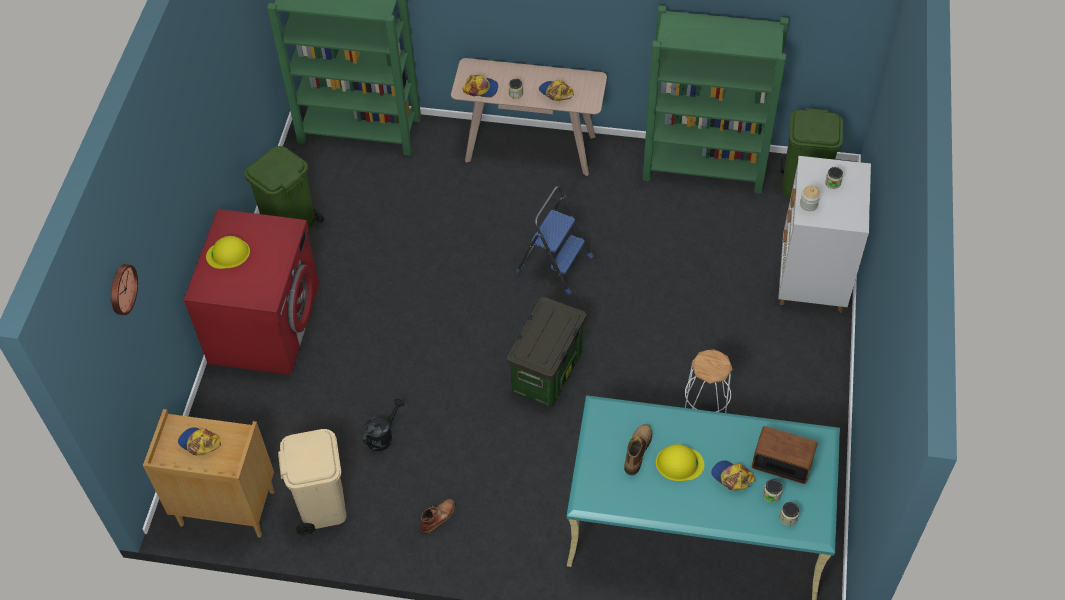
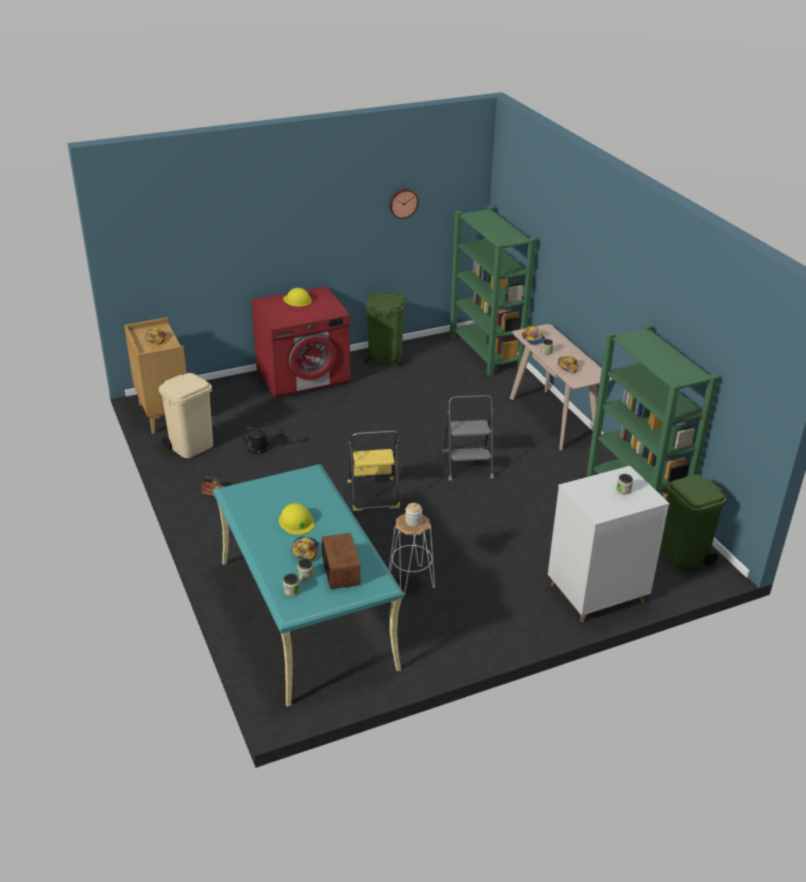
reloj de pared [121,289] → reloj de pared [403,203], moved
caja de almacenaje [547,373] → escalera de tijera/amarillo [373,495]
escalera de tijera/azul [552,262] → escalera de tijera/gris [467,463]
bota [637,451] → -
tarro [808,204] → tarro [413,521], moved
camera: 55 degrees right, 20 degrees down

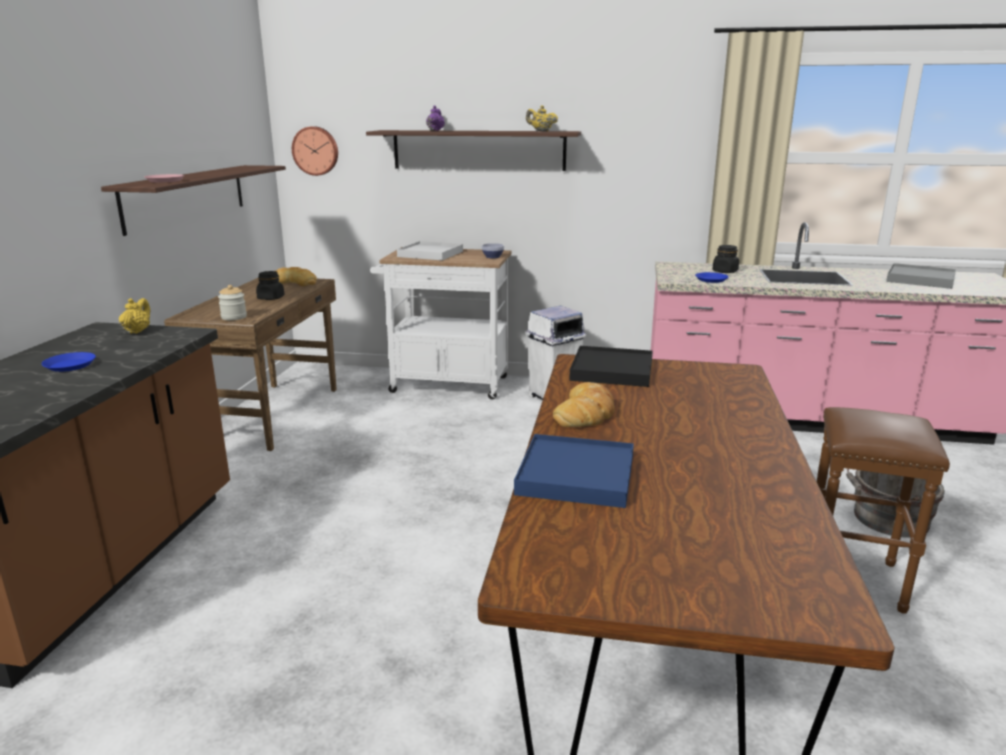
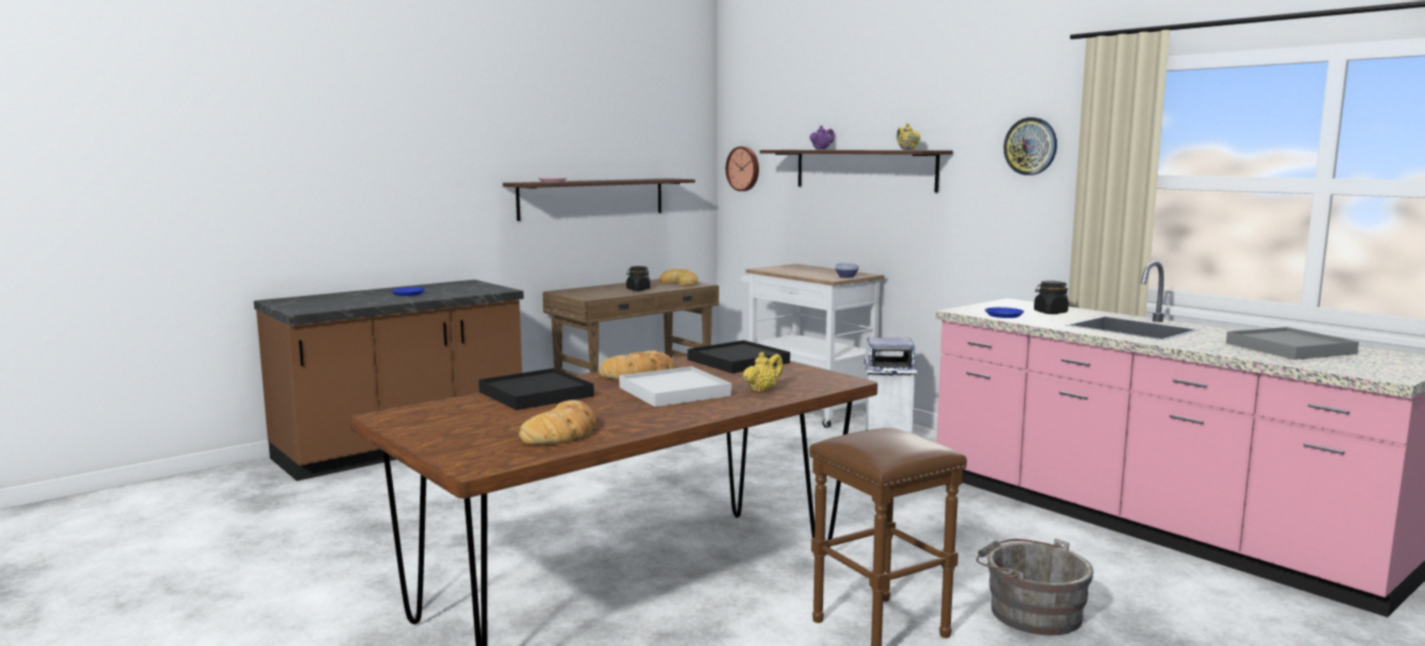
tetera/amarillo [137,331] → tetera/amarillo [762,390], moved
tarro [234,317] → -
bandeja/blanco [430,254] → bandeja/blanco [674,392], moved
bandeja/azul [576,475] → bandeja/negro [536,394]
- → pan [563,433]
- → reloj de pared [1030,146]
camera: 40 degrees right, 10 degrees down

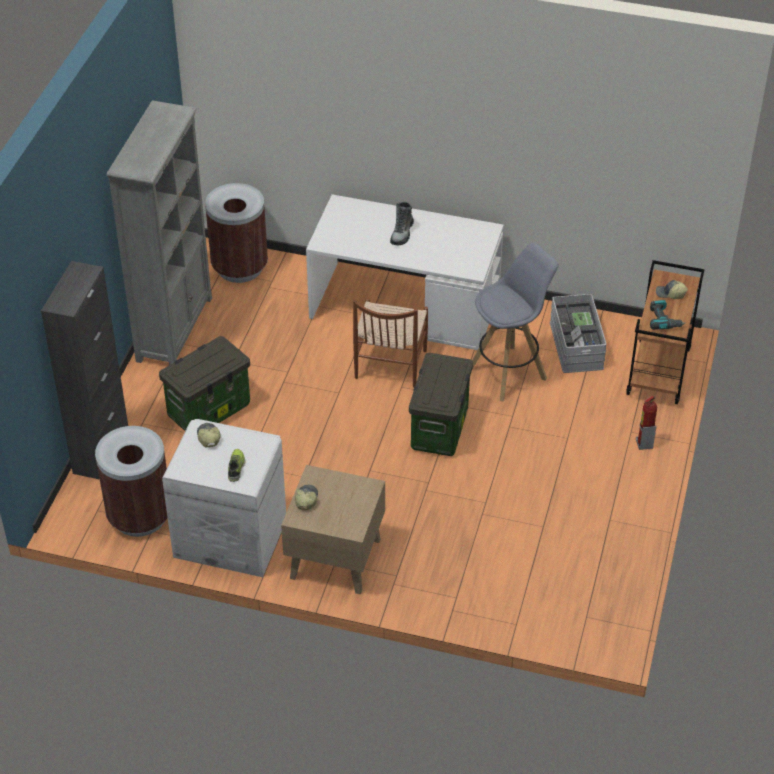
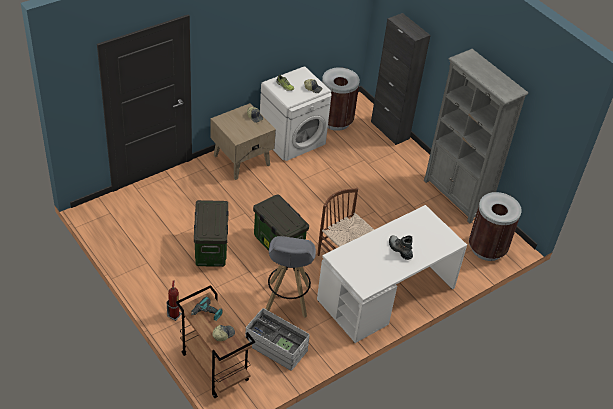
caja de almacenaje [209,410] → caja de almacenaje [211,249], moved
camera: 125 degrees right, 0 degrees up

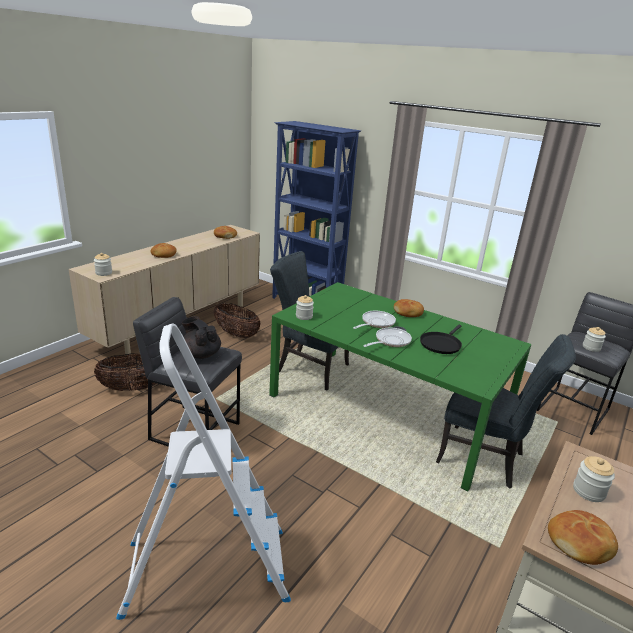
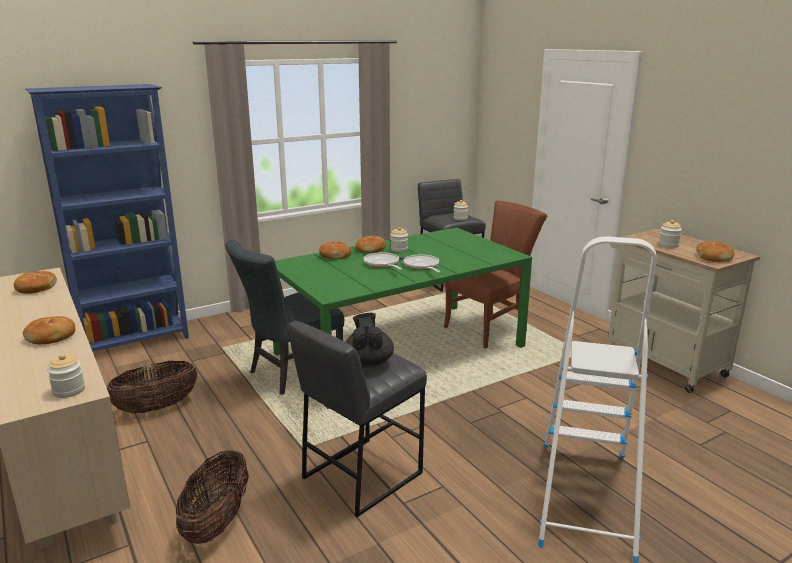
tetera/negro [201,354] → tetera/negro [368,362], 105 degrees clockwise
tarro [304,316] → tarro [399,249], moved
sartén/negro [441,344] → -
silla/gris [486,459] → silla/marrón [490,328]
- → pan [335,255]
camera: 65 degrees left, 5 degrees down

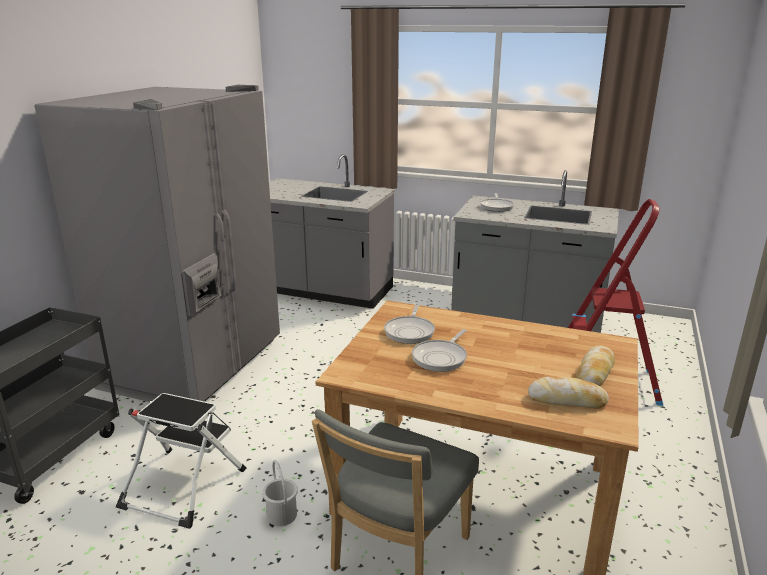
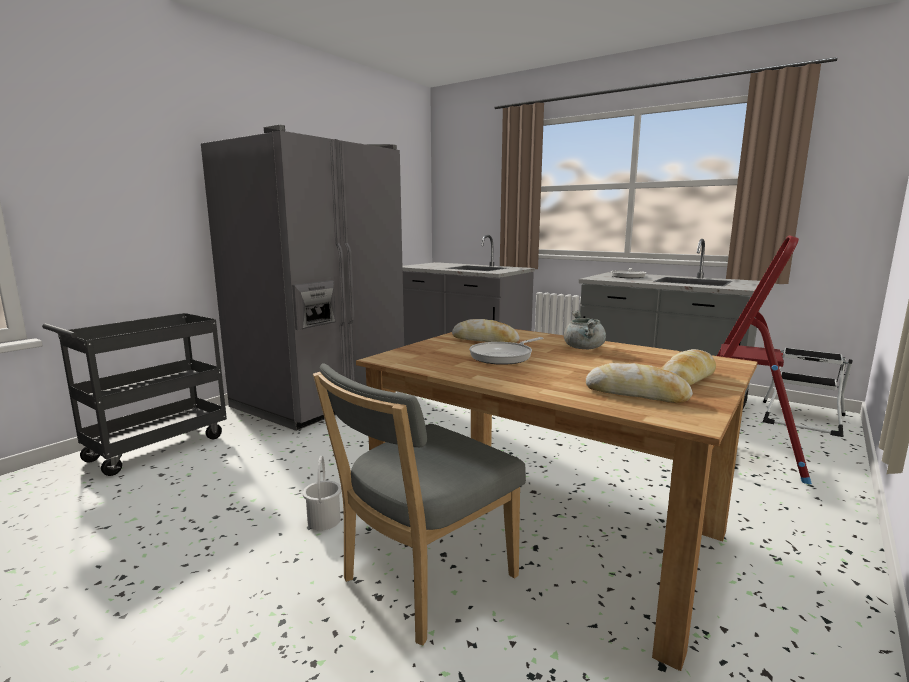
escalera de tijera [183,484] → escalera de tijera [802,417], moved
sartén [410,331] → pan [485,340]
- → olla/gris [584,348]
camera: 15 degrees right, 10 degrees down

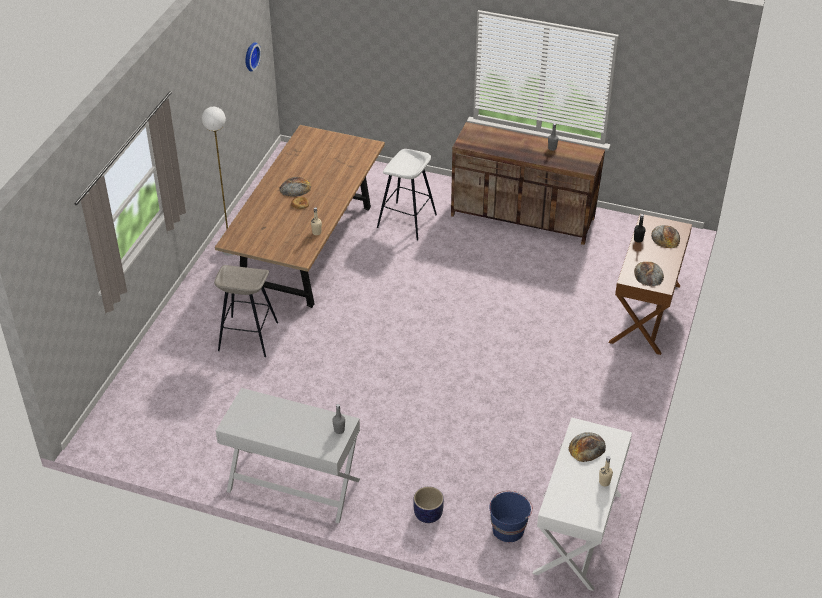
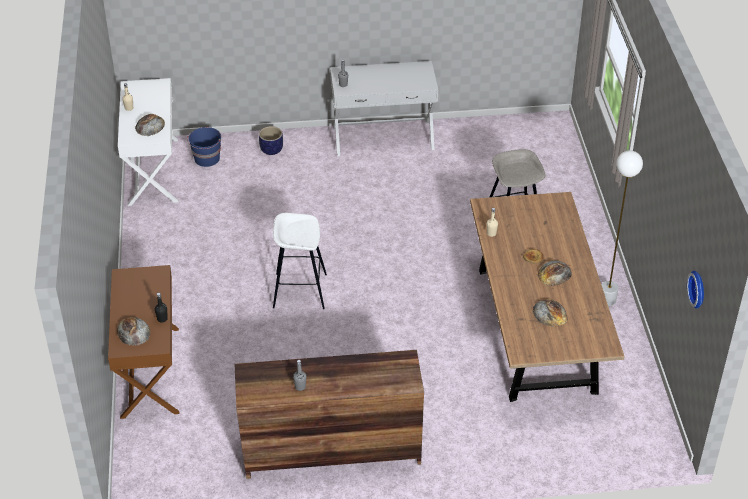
taburete/blanco [407,221] → taburete/blanco [299,290], moved
pan [648,274] → pan [550,313], moved
camera: 155 degrees right, 0 degrees up

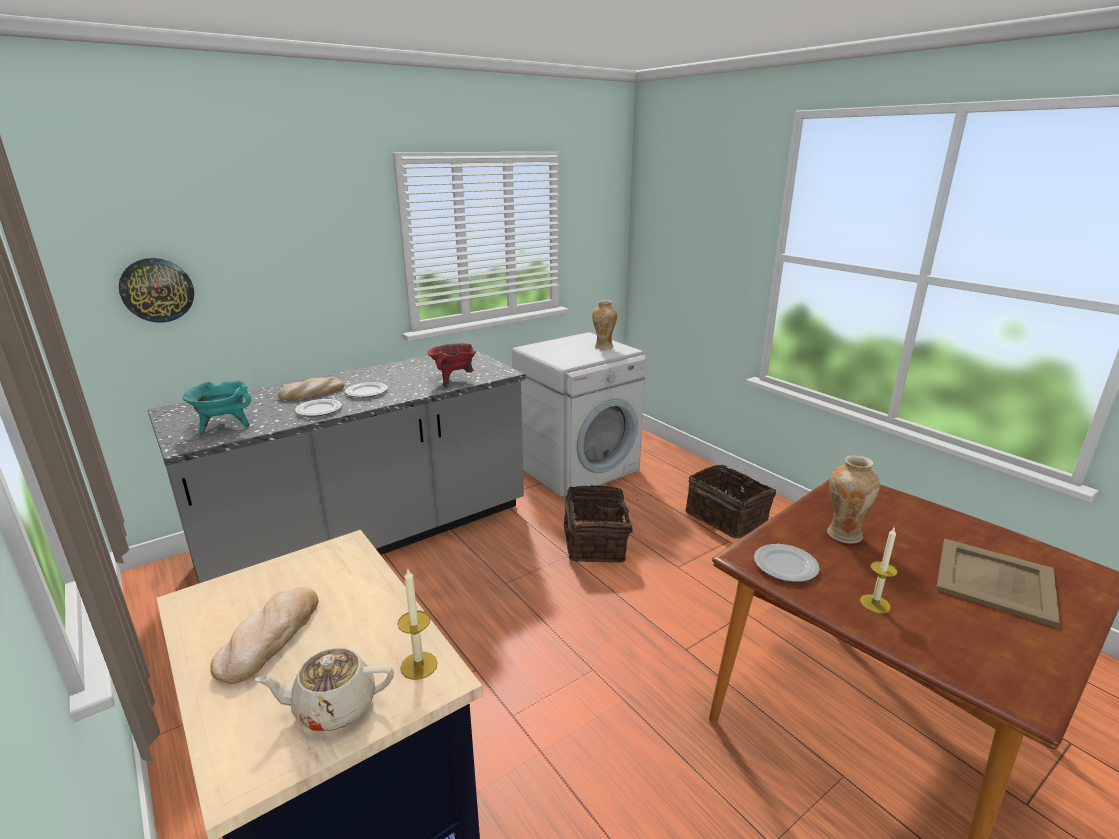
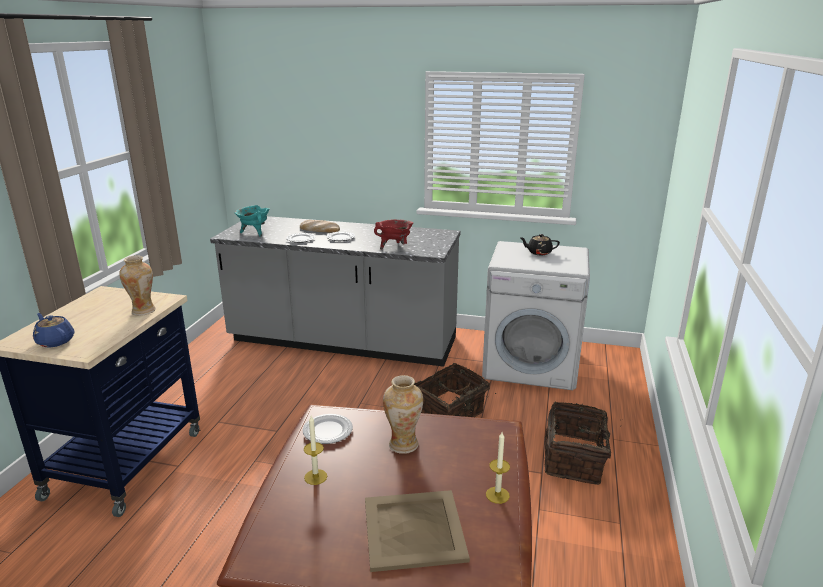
reloj de pared [157,290] → -
pan [270,636] → -
tetera/beis [333,707] → tetera/azul [55,341]
vela [419,665] → vela [497,495], moved
florero [603,347] → florero [143,311], moved
- → tetera/negro [538,252]
camera: 50 degrees right, 0 degrees up

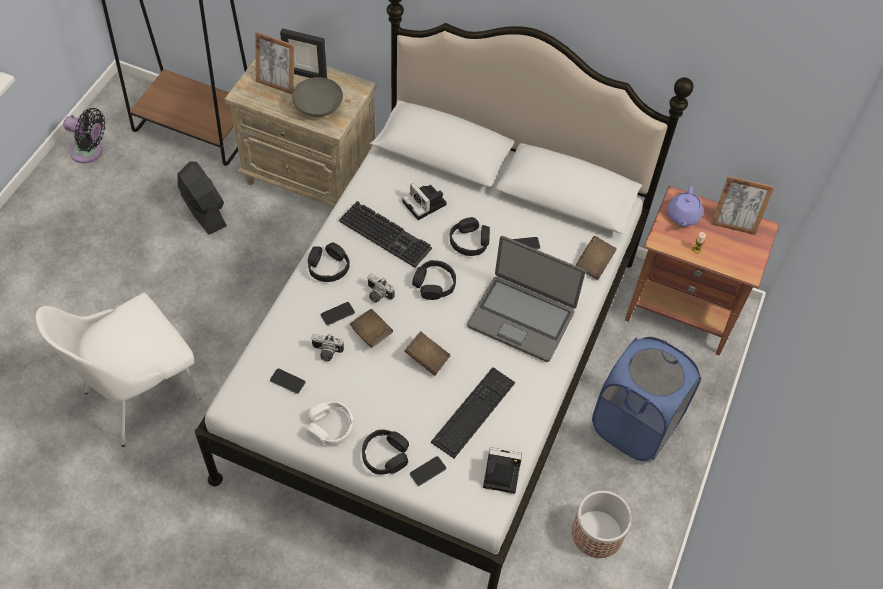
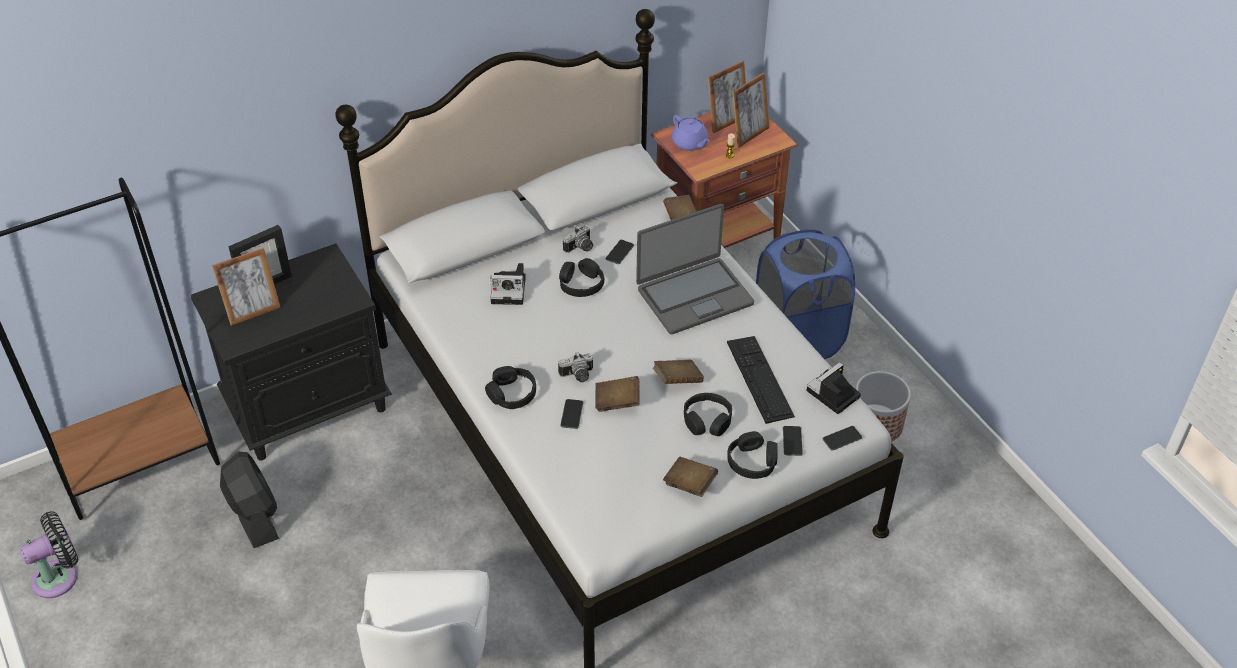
ventilador/negro [203,210] → ventilador/negro [254,515], 60 degrees clockwise
mesita de noche/beis [311,177] → mesita de noche/negro [309,405]
móvil [287,381] → móvil [842,438], moved
cuenco/gris [318,108] → -
auriculares/blanco [330,427] → libro/marrón [690,484]
cámara [326,352] → cámara [580,248], moved
teclado [387,235] → -
auriculares/negro [434,284] → auriculares/negro [707,420], moved
- → portarretratos [749,134]
camera: 50 degrees left, 10 degrees down

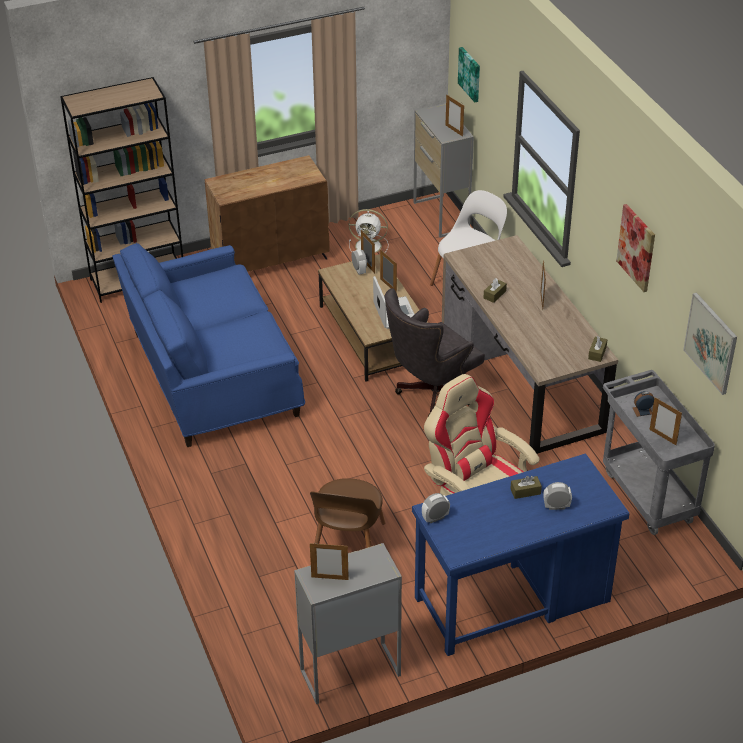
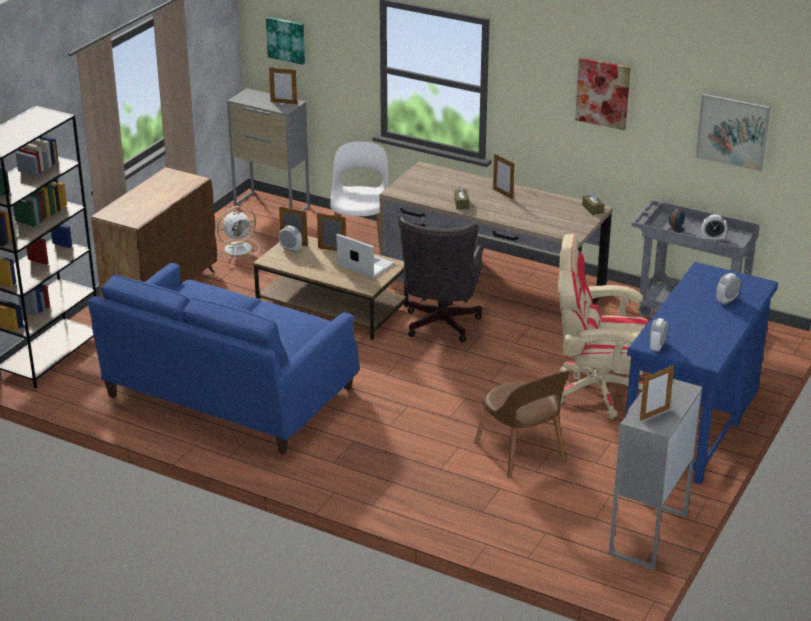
caja de pañuelos/marrón [525,491] → -
portarretratos [662,437] → despertador [712,239]
camera: 40 degrees left, 10 degrees down

